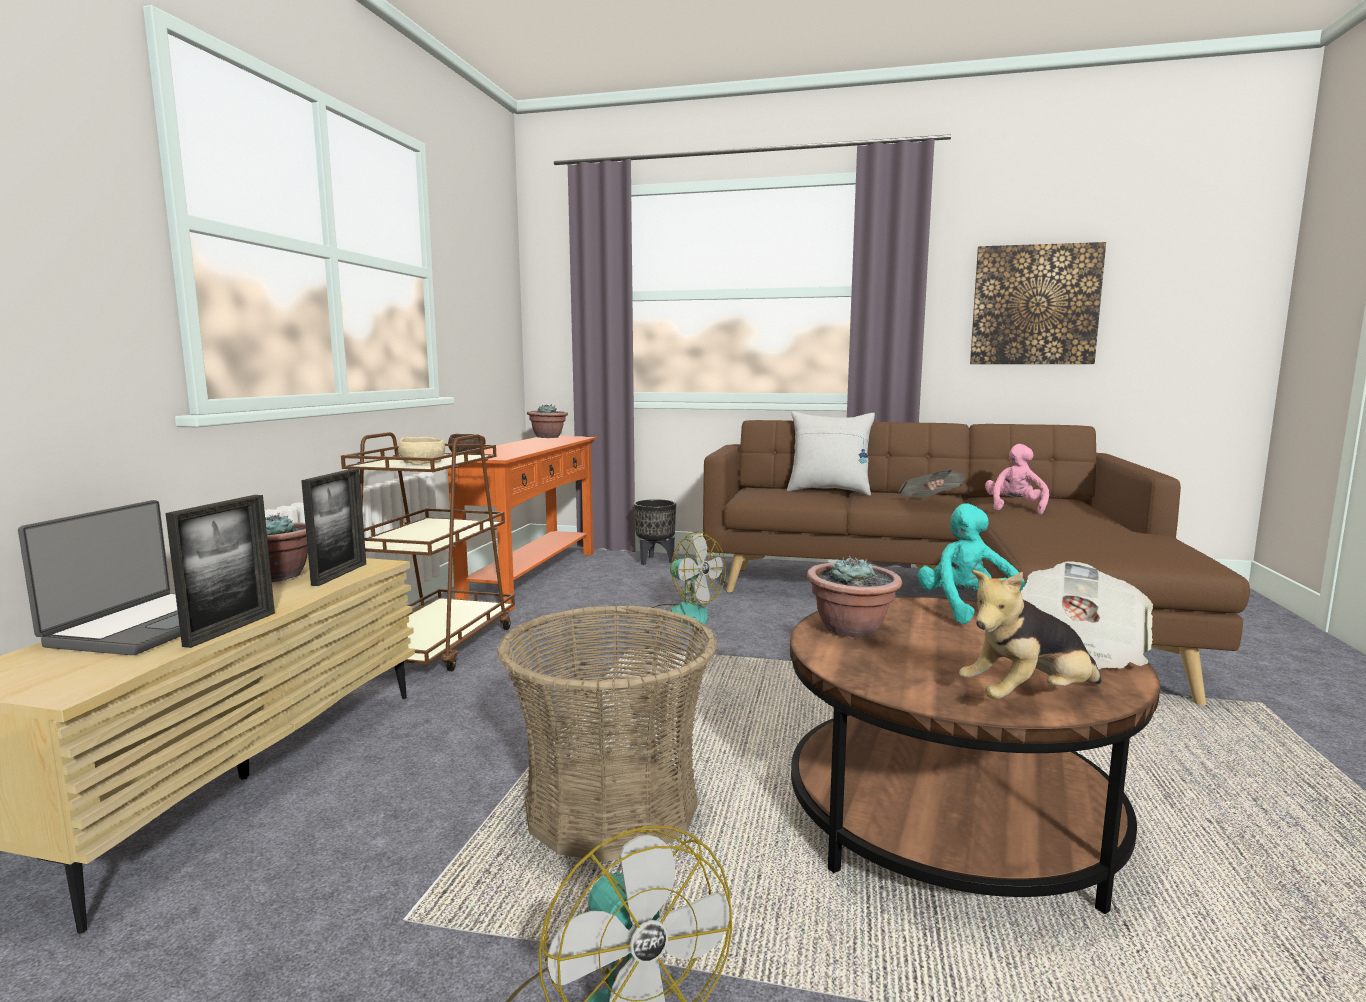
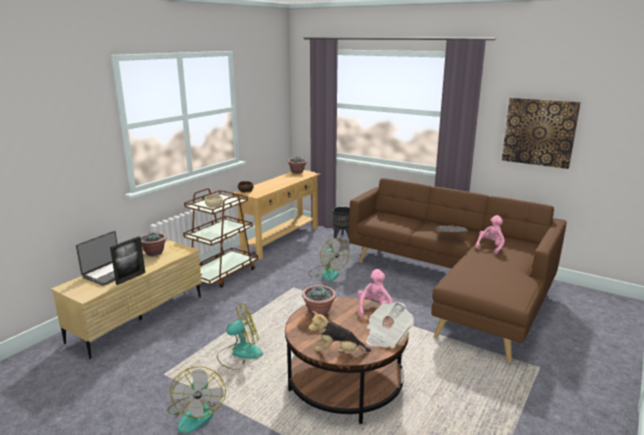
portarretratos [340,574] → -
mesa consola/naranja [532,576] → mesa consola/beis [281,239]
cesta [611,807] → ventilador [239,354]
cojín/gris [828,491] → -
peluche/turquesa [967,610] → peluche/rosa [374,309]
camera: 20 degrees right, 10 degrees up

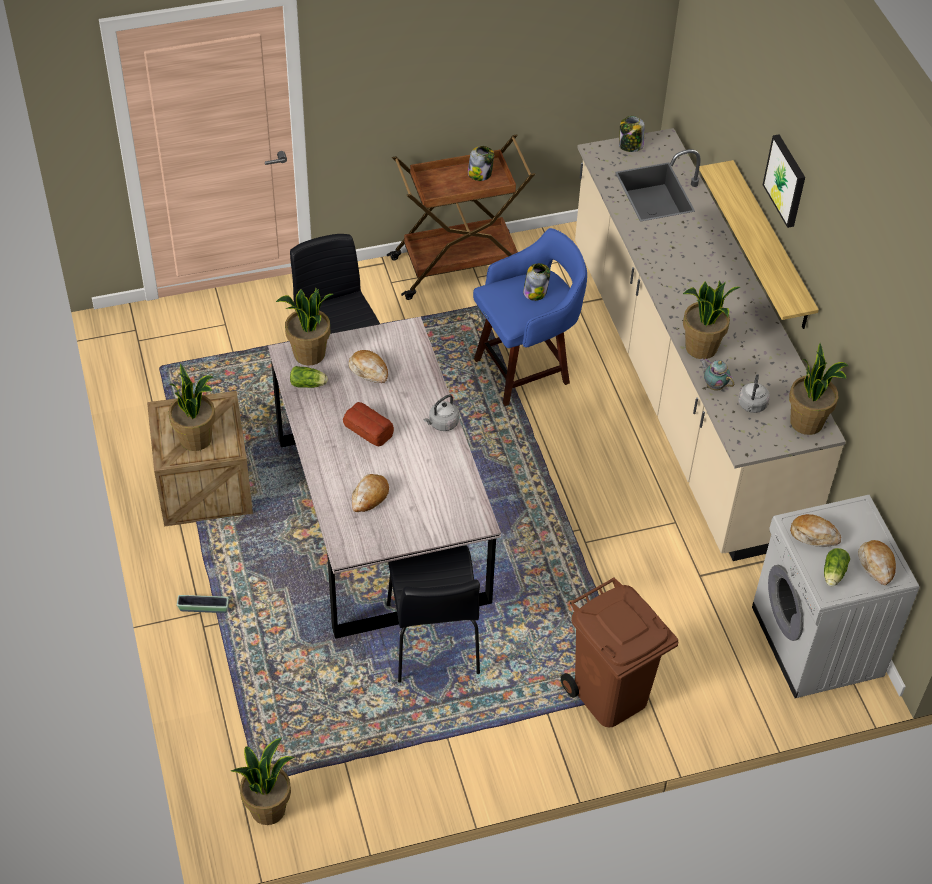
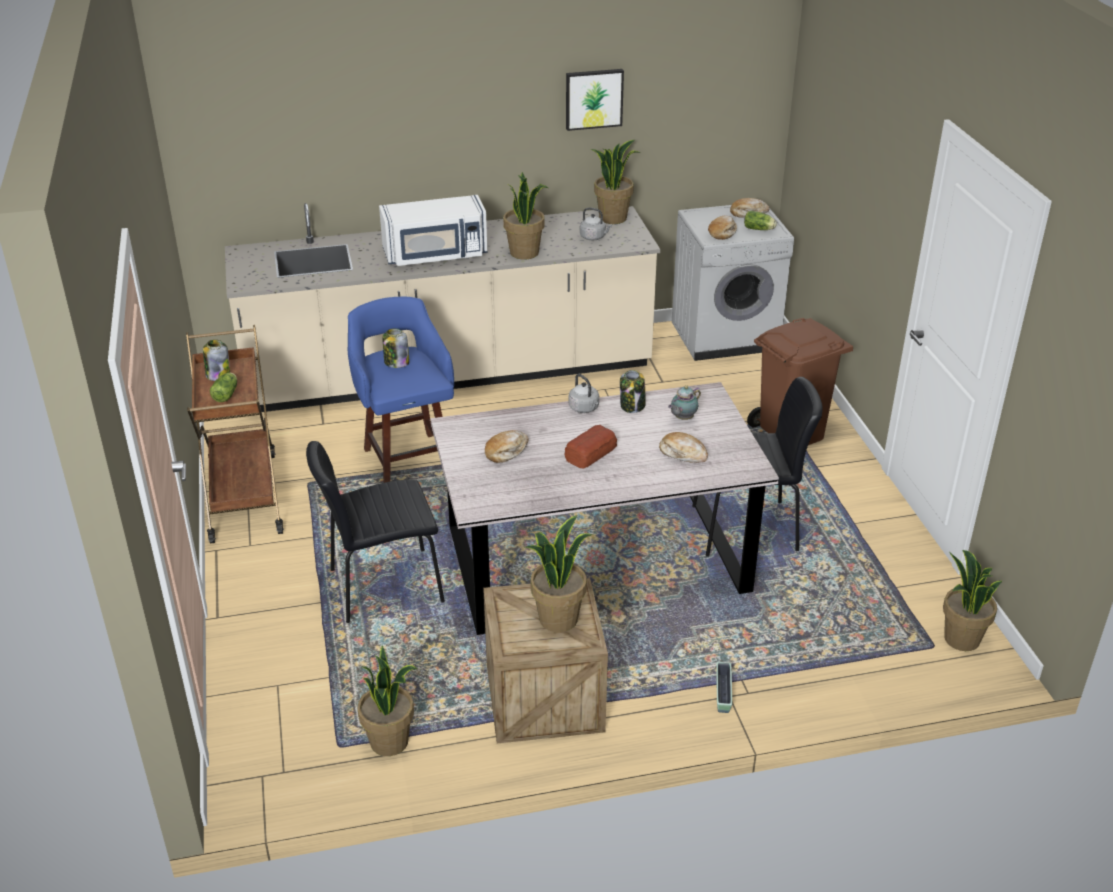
planta en maceta [309,354] → planta en maceta [390,741], moved
lechuga [309,384] → lechuga [227,394], moved
tarro [630,146] → tarro [632,406], moved
estante [771,247] → -
tetera [714,385] → tetera [682,418], moved
cuadro [786,180] → cuadro [593,98], moved
- → microondas/blanco [436,255]
camera: 85 degrees left, 15 degrees down

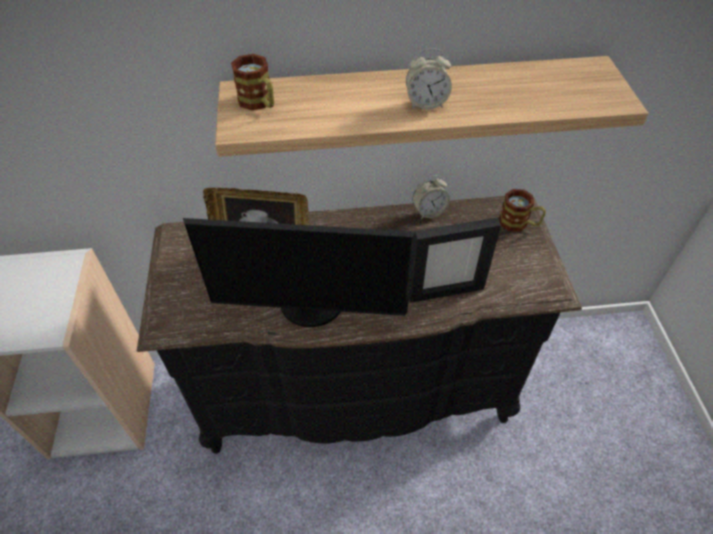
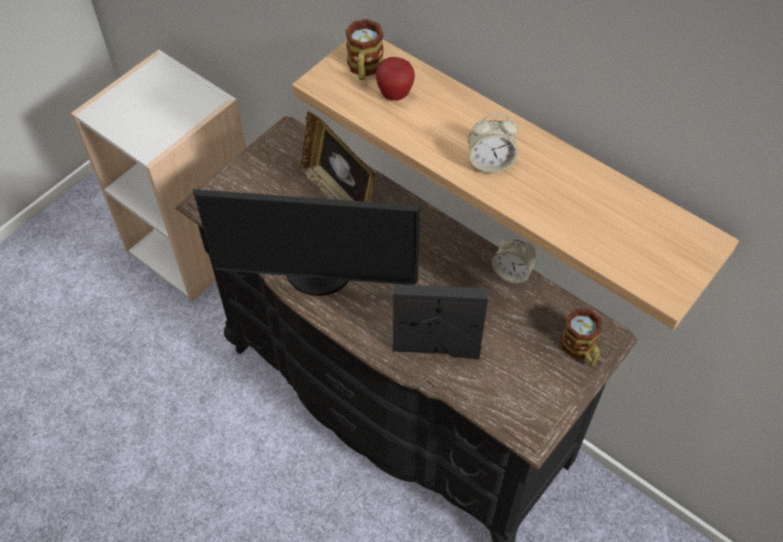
monitor [311,306] → monitor [319,274], 45 degrees counterclockwise
despertador [426,103] → despertador [490,163], 45 degrees counterclockwise
portarretratos [445,290] → portarretratos [436,350], 150 degrees clockwise
- → manzana [395,95]
camera: 45 degrees right, 5 degrees up

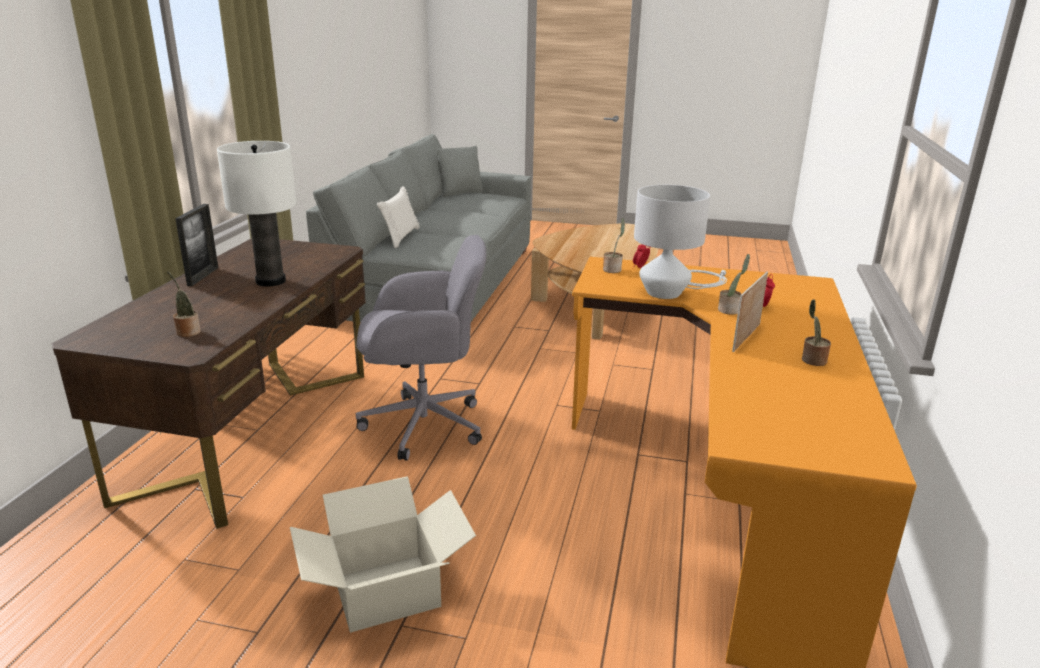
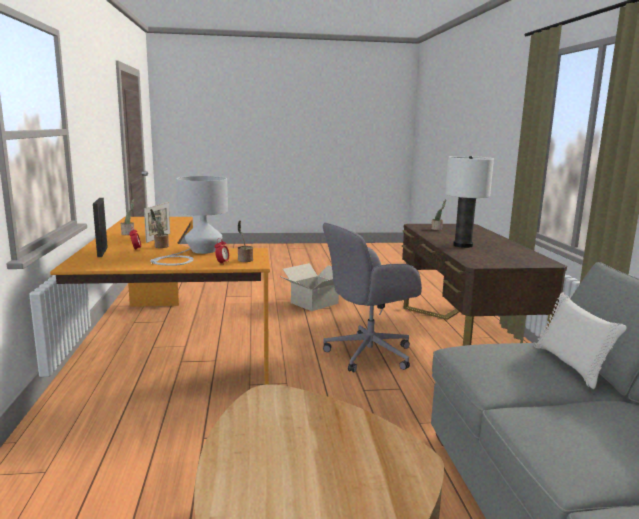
portarretratos [203,276] → portarretratos [102,252], moved
camera: 160 degrees right, 10 degrees down

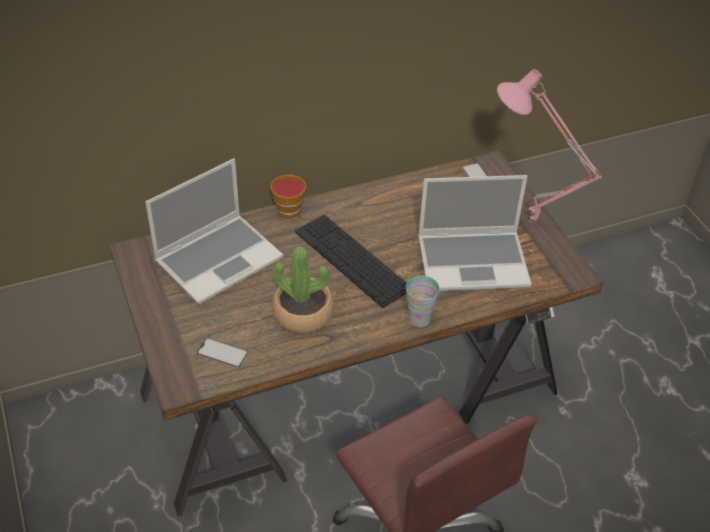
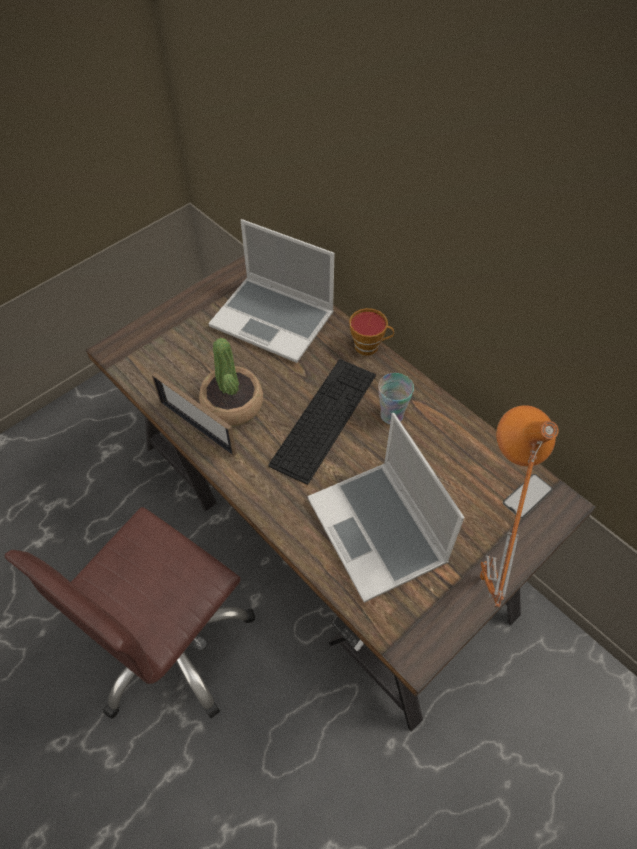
móvil [222,353] → -
taza [419,319] → taza [391,415], moved
lámpara de mesa/rosa [530,224] → lámpara de mesa/naranja [477,576]
- → portarretratos [197,428]
camera: 70 degrees right, 10 degrees up

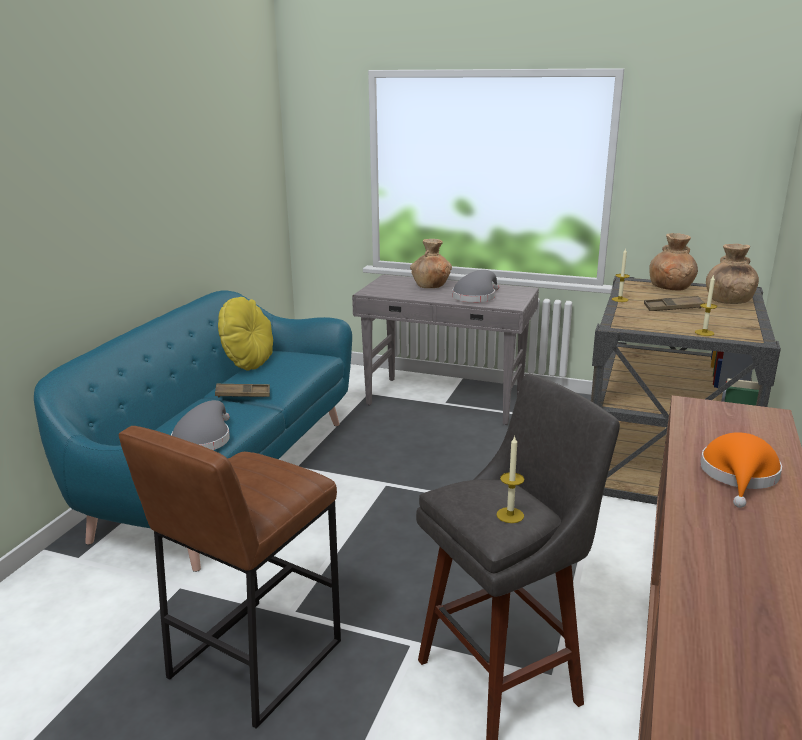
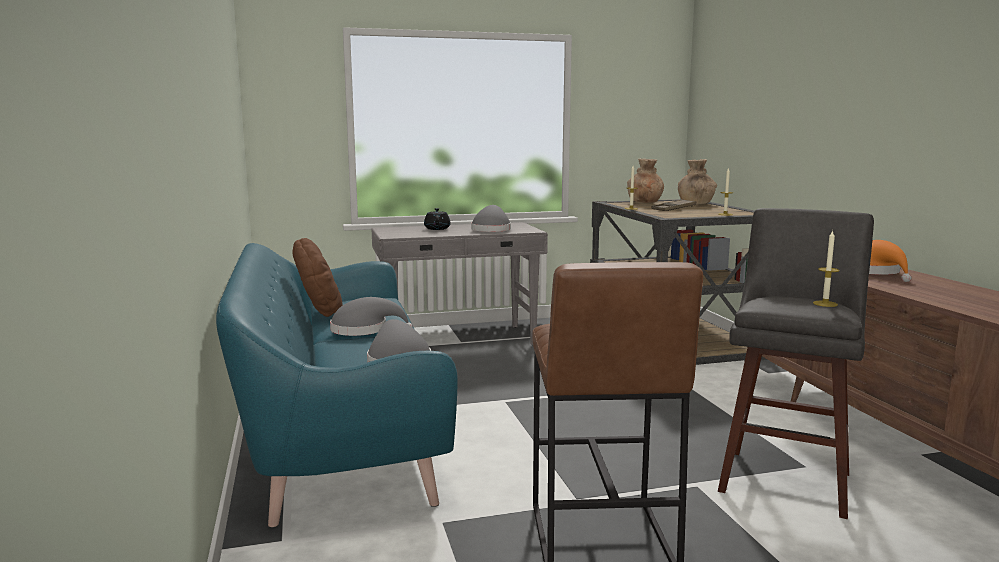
bandeja/marrón [243,394] → sombrero/gris [364,330]
cojín/amarillo [249,364] → cojín/marrón [319,313]
florero/marrón [431,286] → tetera/negro [437,228]
camera: 35 degrees left, 10 degrees down

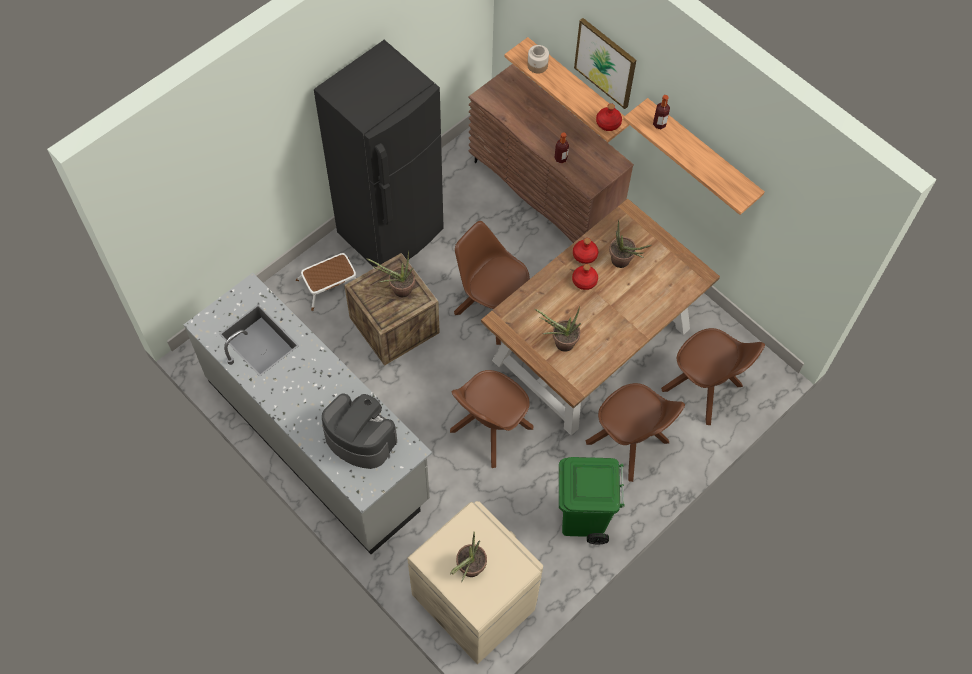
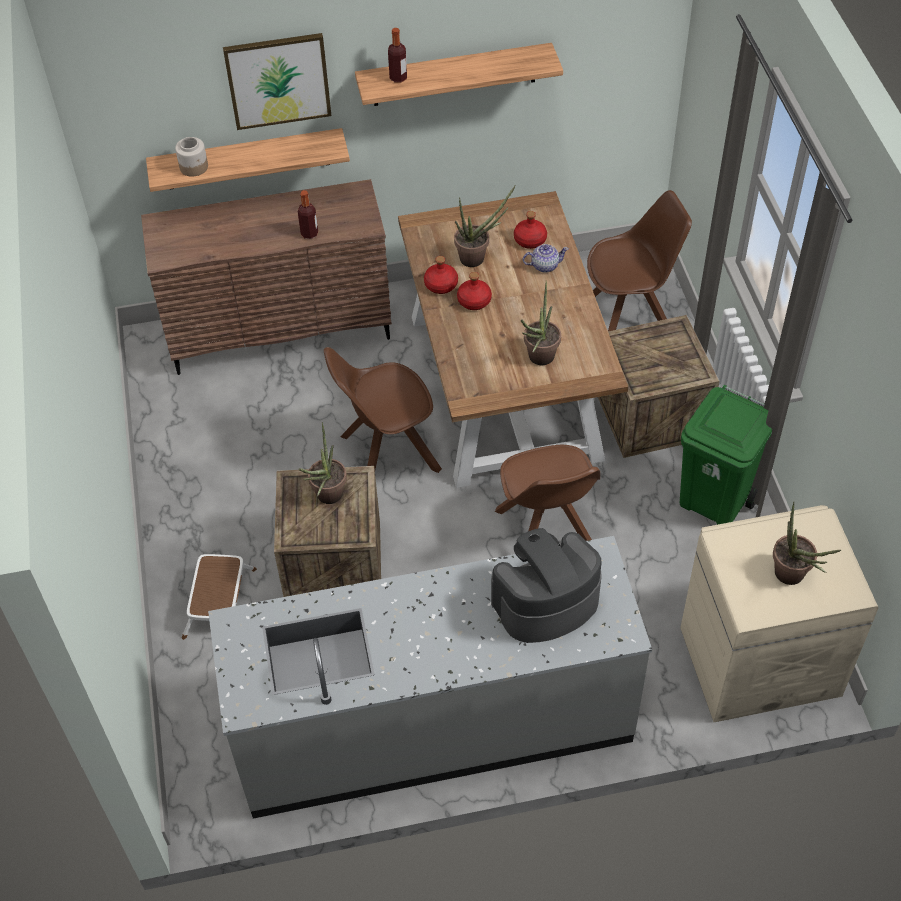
nevera/negro [391,232] → -
silla/marrón [629,444] → caja de embalaje [651,414]
botella/rojo [608,123] → botella/rojo [530,240], moved
- → tetera [544,265]
camera: 55 degrees left, 10 degrees down

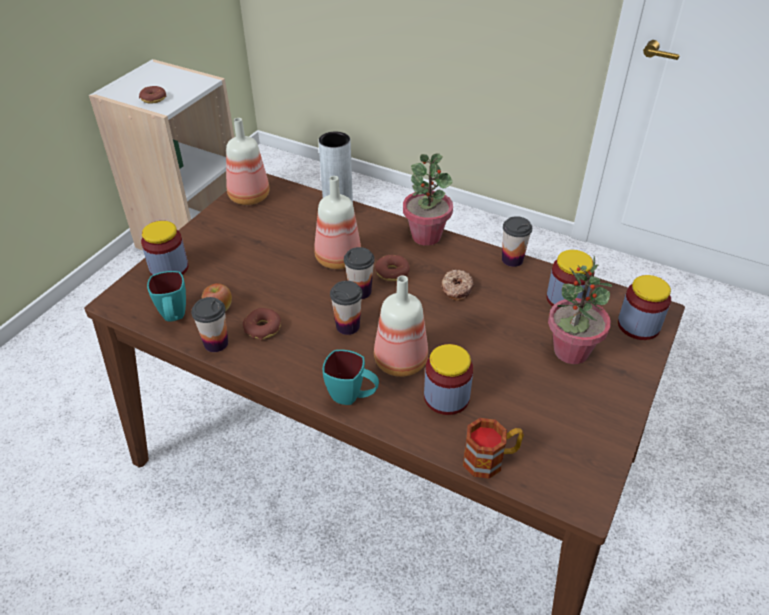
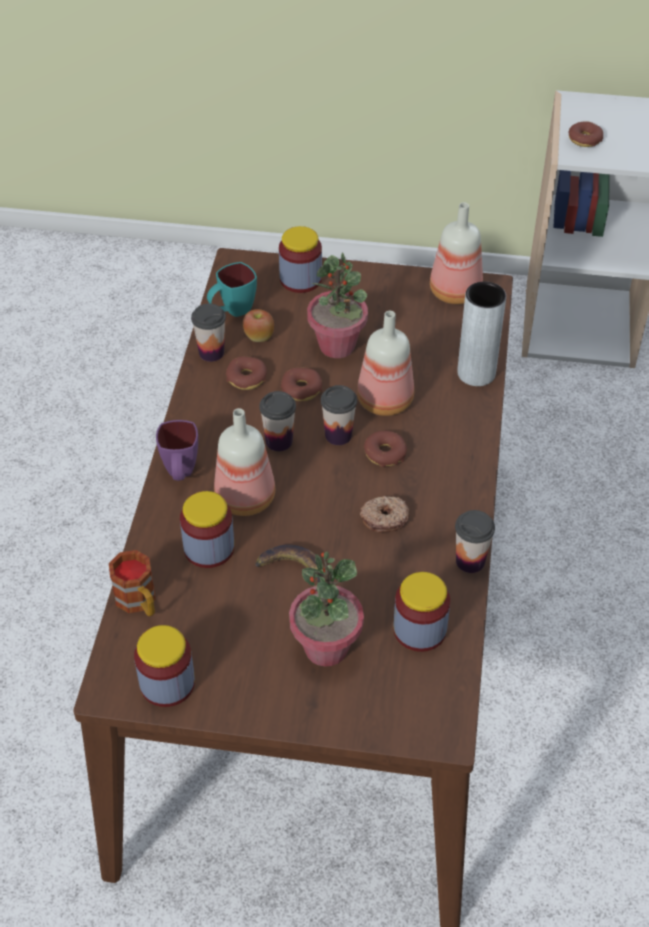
taza grande/turquesa [352,397] → taza grande/morado [180,474]
planta en maceta [426,236] → planta en maceta [337,346], moved
tarro [638,325] → tarro [167,683], moved
- → plátano [291,567]
- → rosquilla [301,389]
camera: 70 degrees right, 5 degrees up

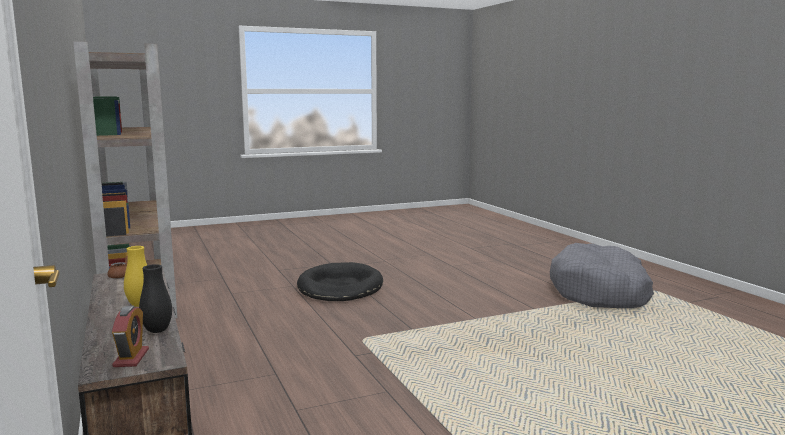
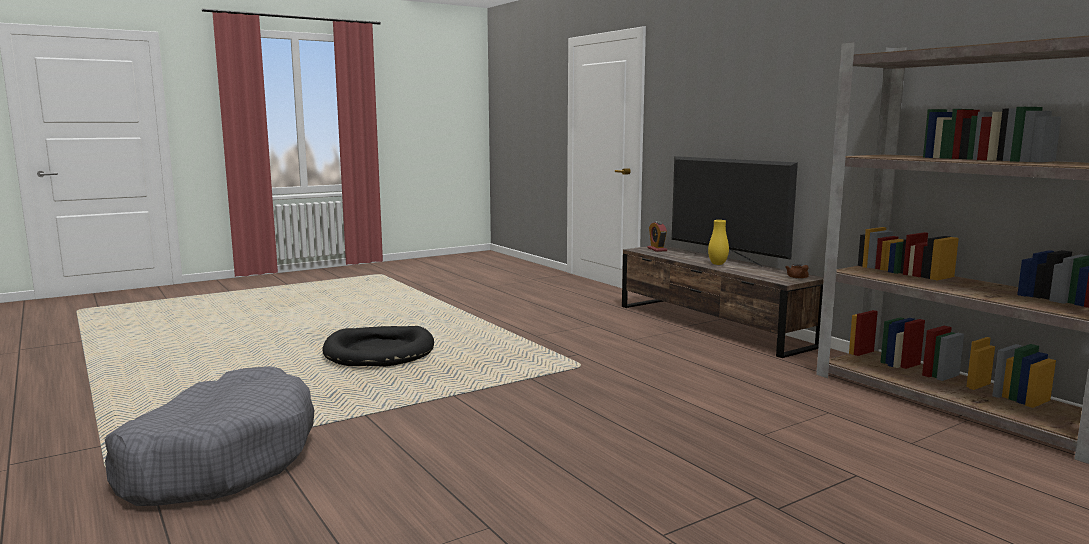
florero/negro [157,330] → -
cama para perro/negro [340,287] → cama para perro/negro [379,351], moved
- → televisor [726,260]
camera: 170 degrees right, 0 degrees up

